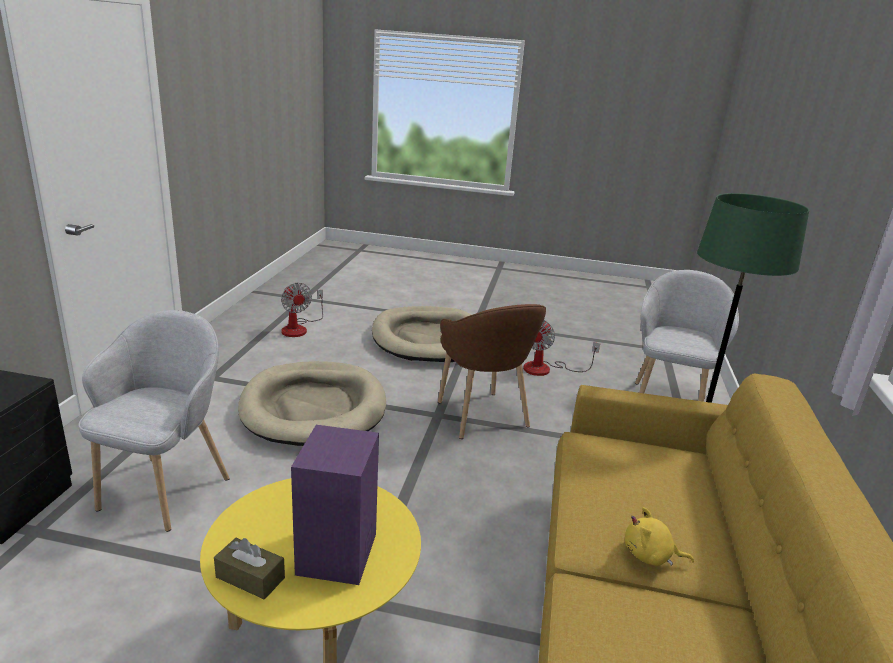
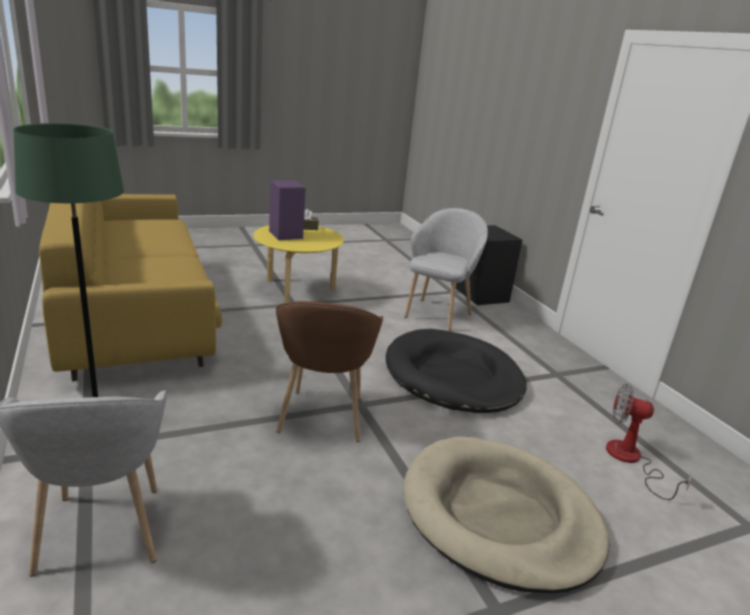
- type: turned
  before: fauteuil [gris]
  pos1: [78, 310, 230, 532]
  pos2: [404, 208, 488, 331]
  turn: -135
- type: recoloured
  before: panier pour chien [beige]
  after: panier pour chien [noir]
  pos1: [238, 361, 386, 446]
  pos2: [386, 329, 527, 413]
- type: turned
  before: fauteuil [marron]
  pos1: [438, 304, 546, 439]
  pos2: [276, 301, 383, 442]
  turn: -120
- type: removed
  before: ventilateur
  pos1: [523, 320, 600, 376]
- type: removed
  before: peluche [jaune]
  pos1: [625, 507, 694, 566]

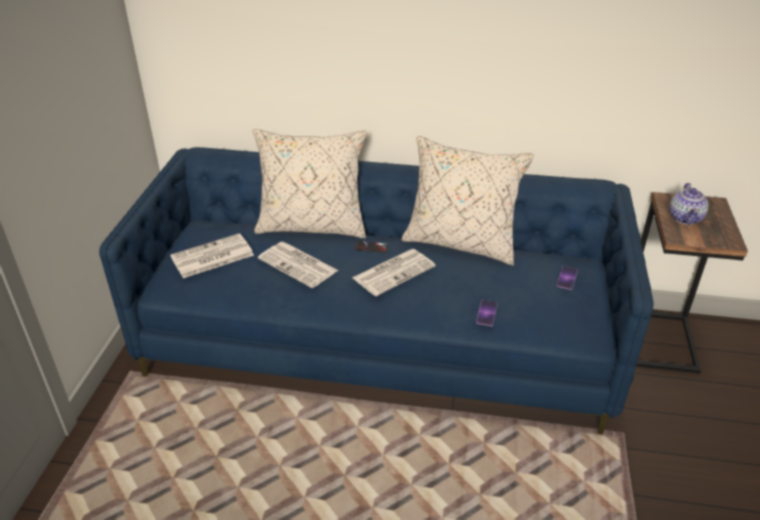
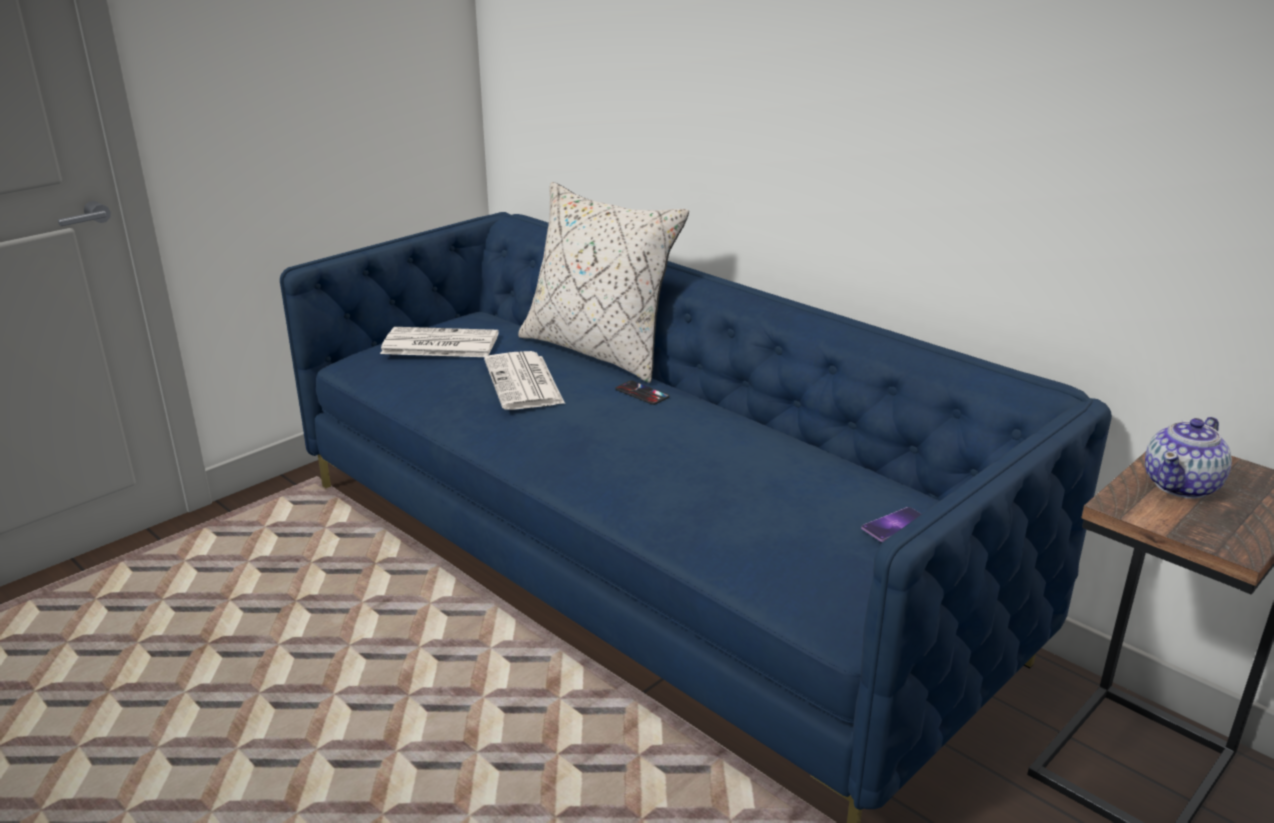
- type: removed
  before: journal
  pos1: [352, 249, 435, 296]
- type: removed
  before: coussin [beige]
  pos1: [402, 136, 534, 266]
- type: removed
  before: téléphone
  pos1: [476, 300, 498, 326]

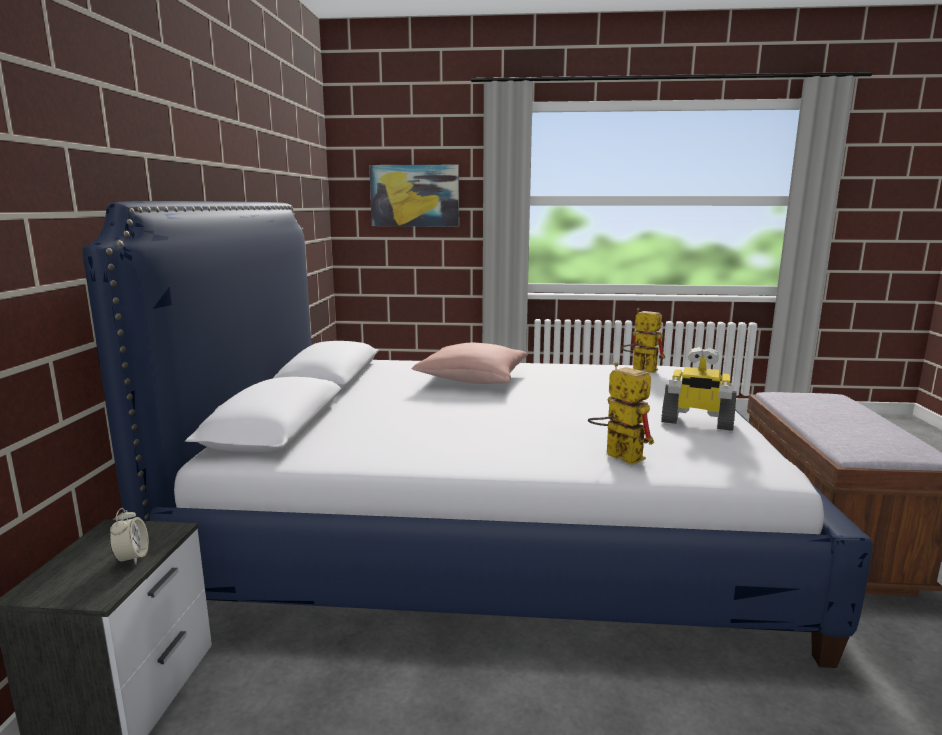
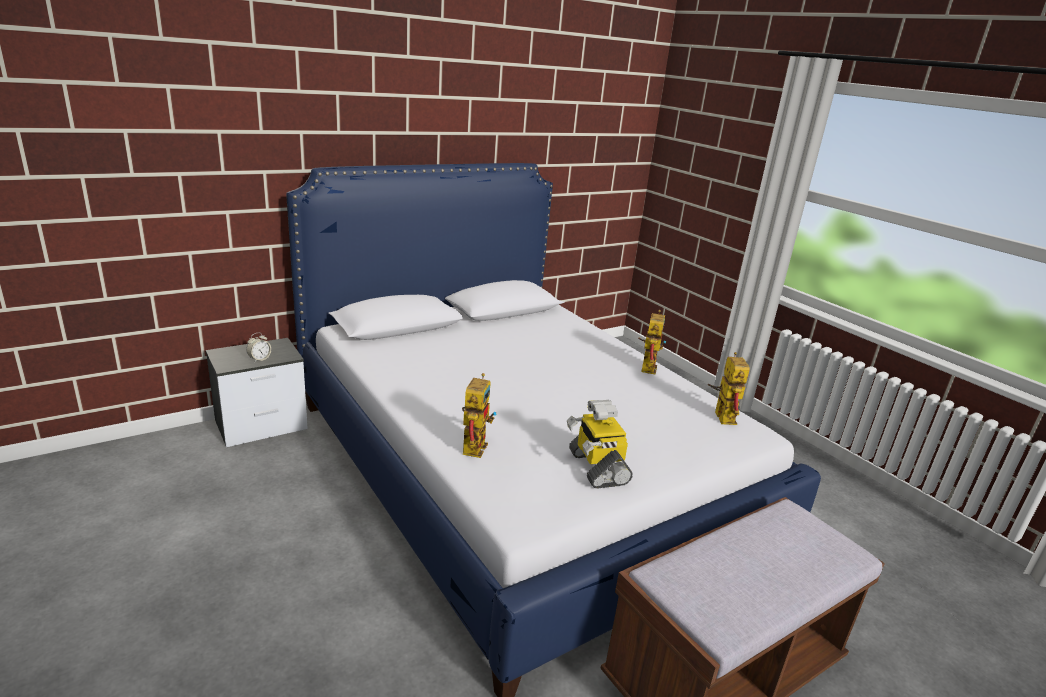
- type: removed
  before: tableau
  pos1: [369, 165, 459, 227]
- type: removed
  before: coussin [rose]
  pos1: [412, 343, 527, 384]
- type: added
  after: robot jouet
  pos2: [638, 310, 666, 375]

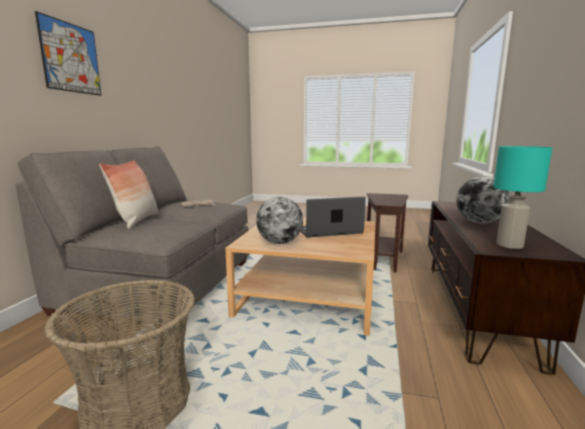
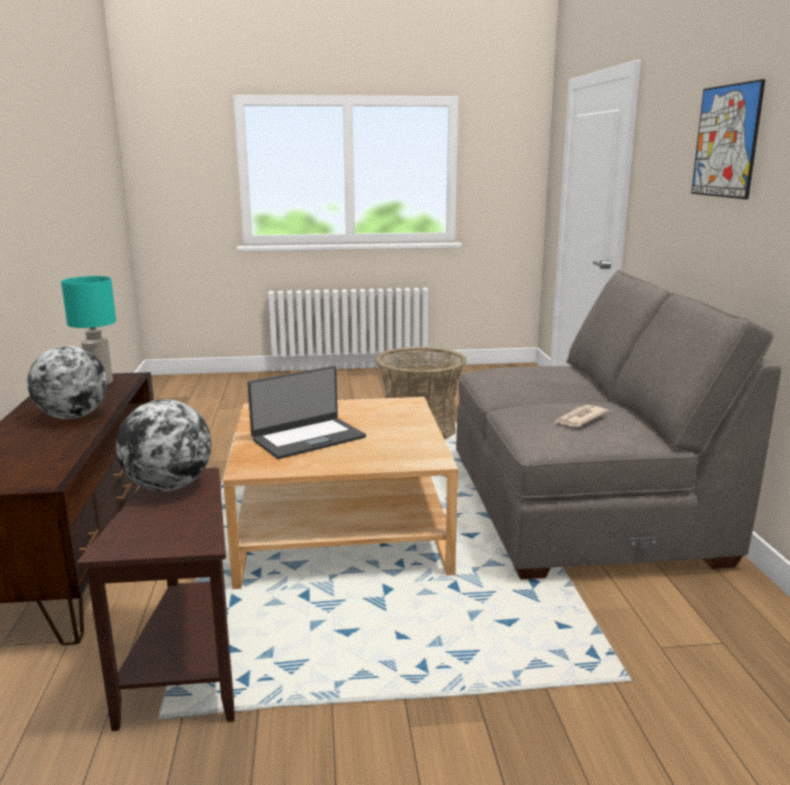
- type: removed
  before: coussin
  pos1: [99, 160, 158, 229]
- type: moved
  before: globe
  pos1: [256, 197, 303, 244]
  pos2: [116, 399, 212, 491]

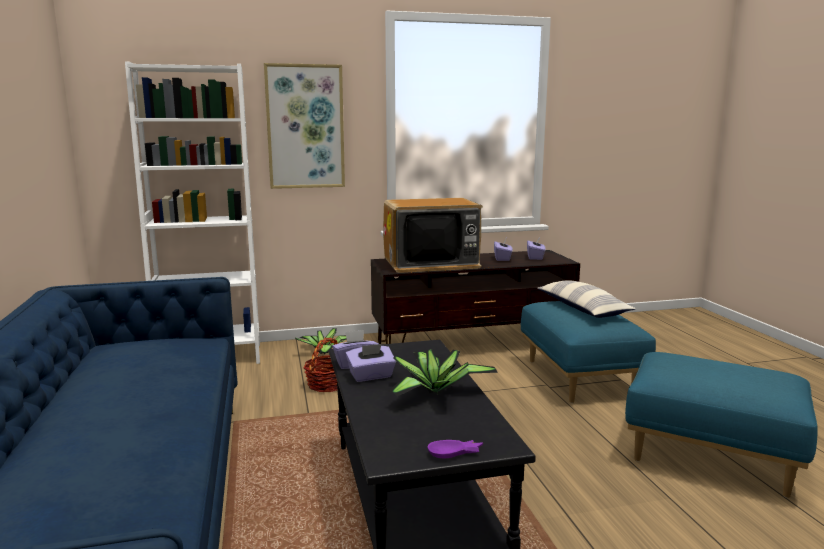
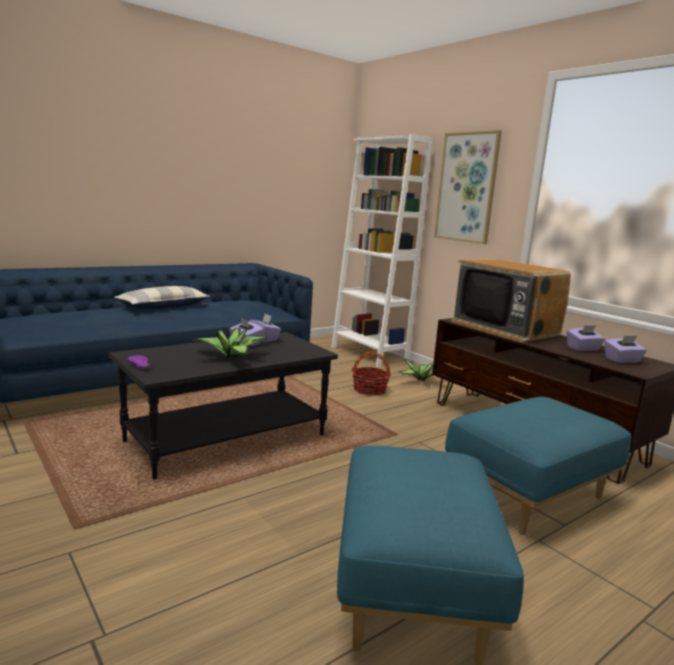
- type: moved
  before: coussin
  pos1: [537, 280, 636, 318]
  pos2: [114, 286, 211, 309]

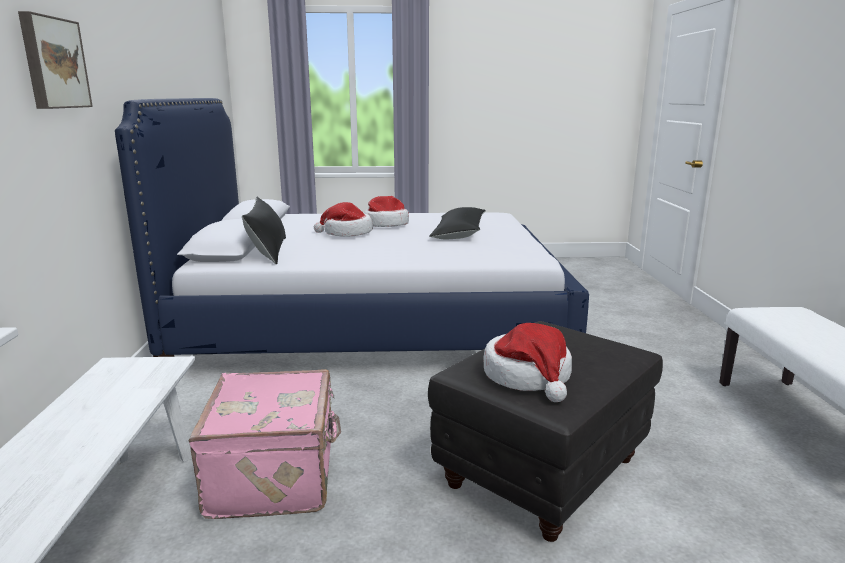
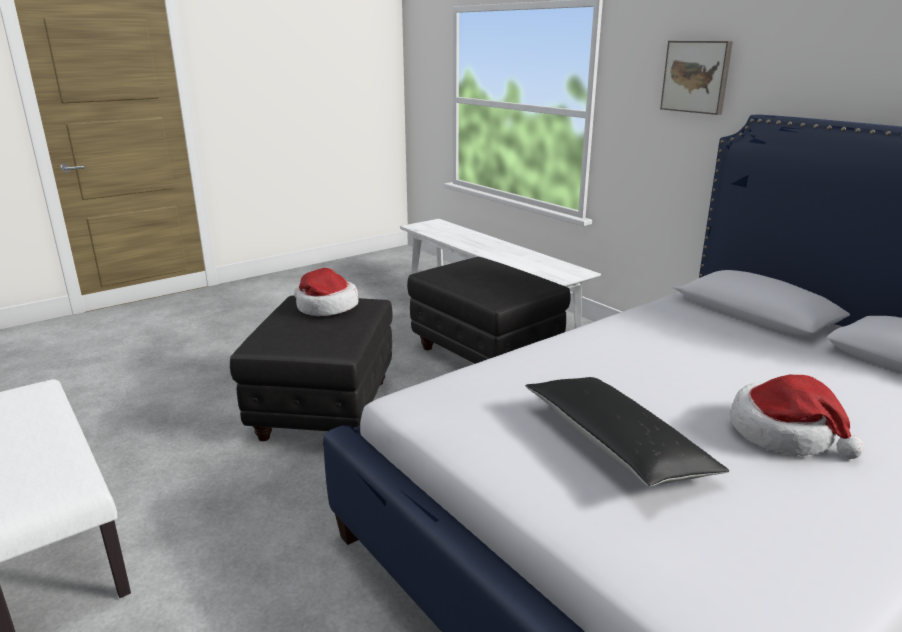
- type: replaced
  before: valise [rose]
  after: pouf [noir]
  pos1: [188, 369, 341, 519]
  pos2: [407, 257, 571, 364]
- type: removed
  before: coussin [noir]
  pos1: [242, 197, 286, 264]
- type: removed
  before: chapeau
  pos1: [314, 202, 373, 237]

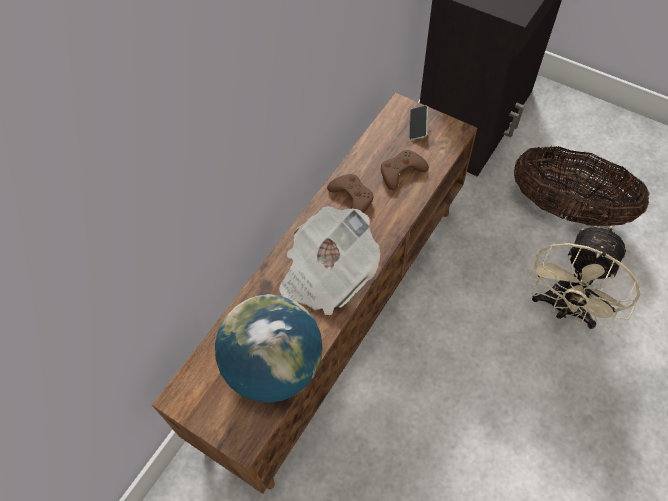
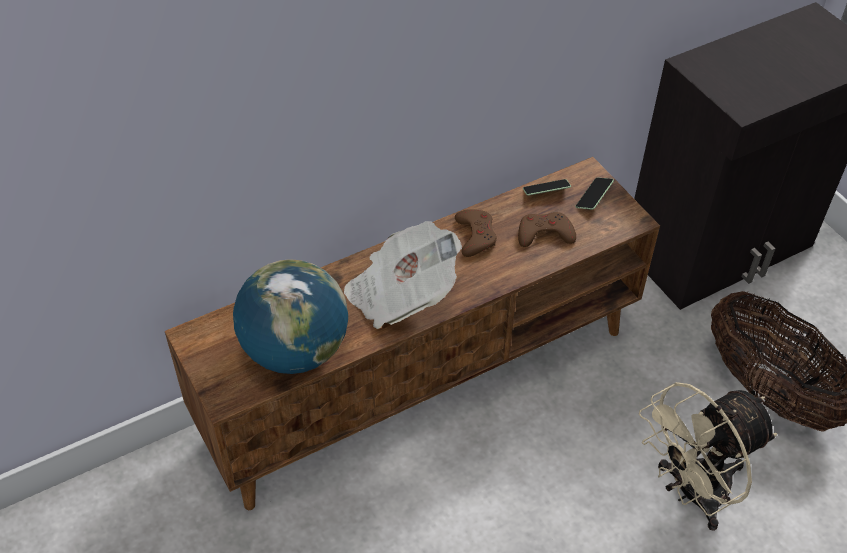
- type: added
  after: téléphone
  pos2: [523, 179, 571, 196]

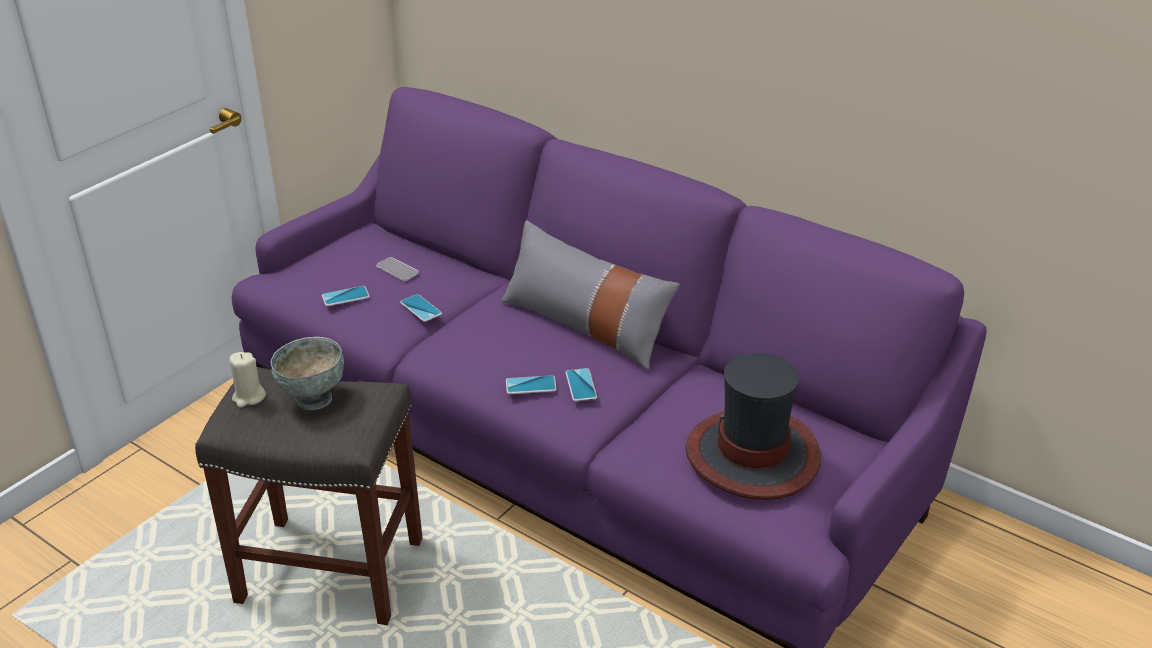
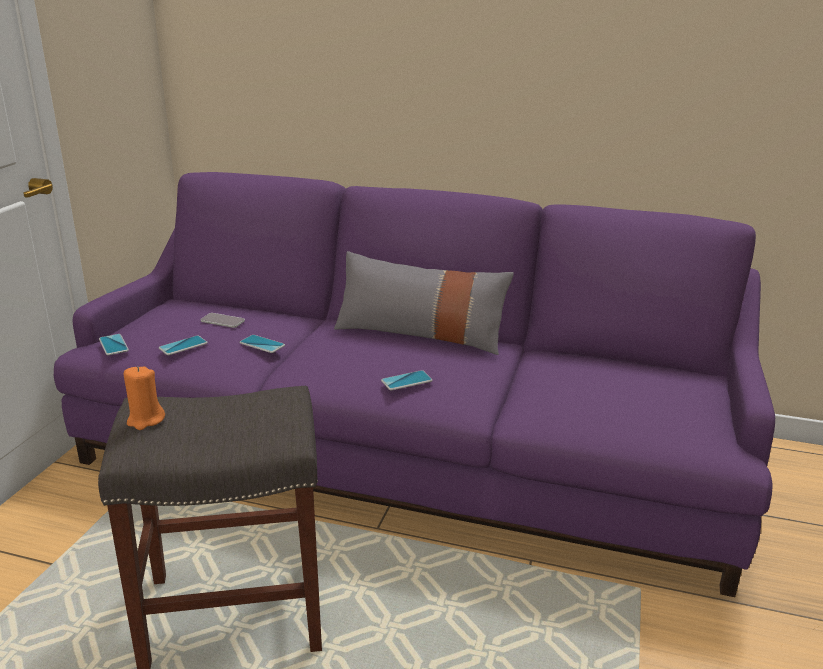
- type: recoloured
  before: bougie [beige]
  after: bougie [orange]
  pos1: [229, 352, 266, 407]
  pos2: [124, 366, 165, 430]
- type: removed
  before: bol [gris]
  pos1: [270, 337, 344, 410]
- type: moved
  before: téléphone
  pos1: [565, 368, 597, 401]
  pos2: [99, 334, 129, 355]
- type: removed
  before: chapeau
  pos1: [685, 353, 821, 500]

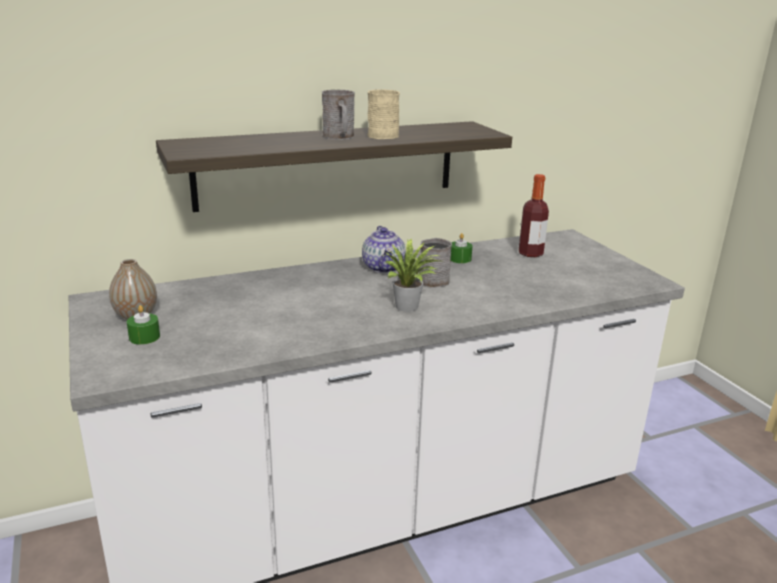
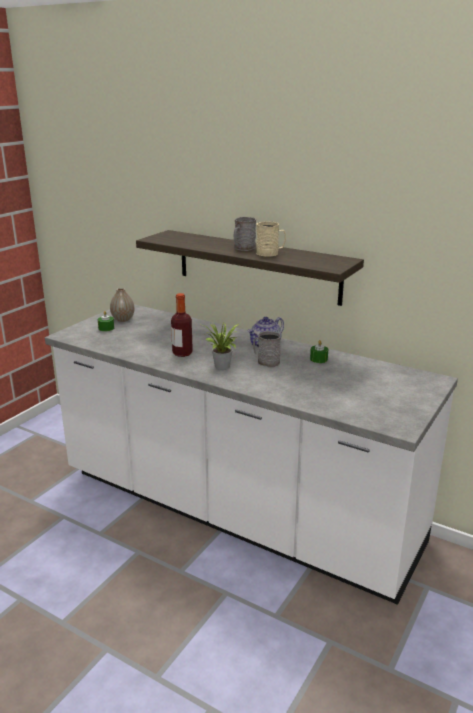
- type: moved
  before: bouteille
  pos1: [519, 174, 549, 257]
  pos2: [171, 293, 193, 357]

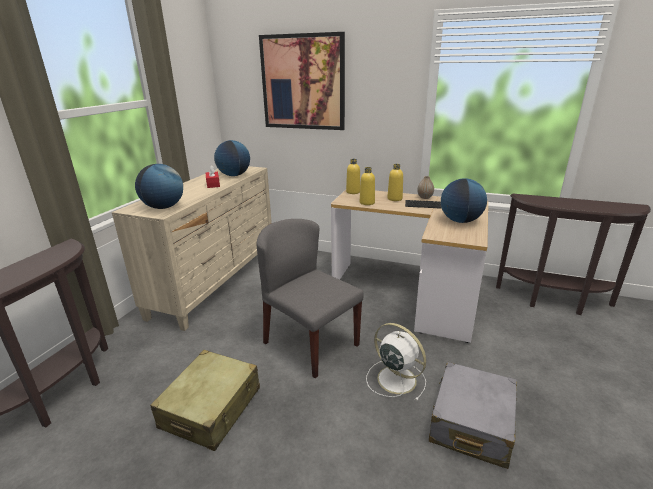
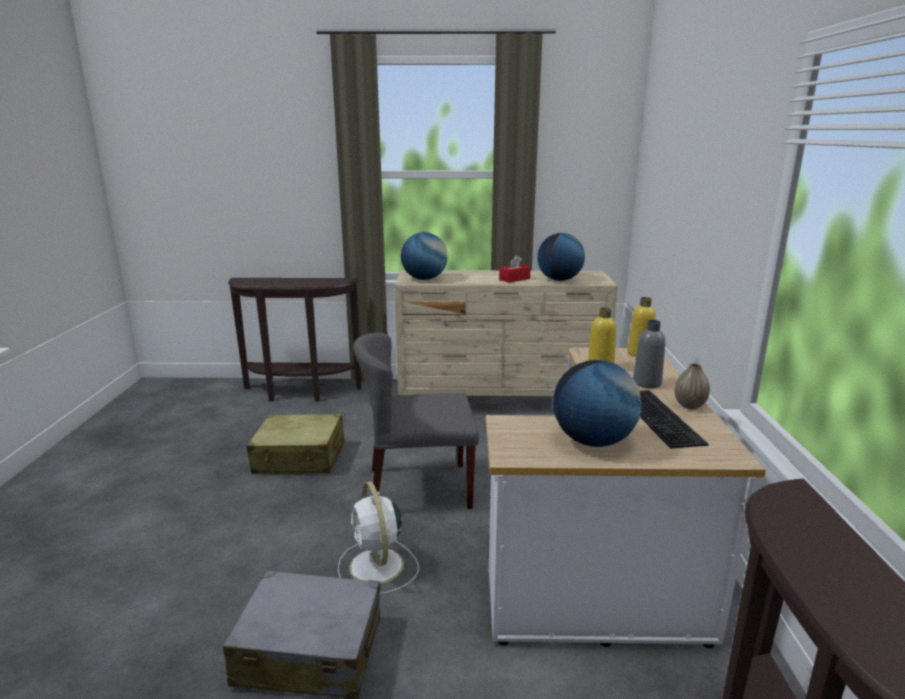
- type: turned
  before: chaise [gris]
  pos1: [257, 219, 363, 378]
  pos2: [353, 333, 479, 509]
  turn: -120
- type: removed
  before: tableau
  pos1: [259, 32, 345, 130]
- type: turned
  before: ventilateur [blanc]
  pos1: [366, 323, 426, 401]
  pos2: [338, 481, 419, 594]
  turn: 135
- type: recoloured
  before: bouteille [jaune]
  after: bouteille [gris]
  pos1: [387, 164, 403, 201]
  pos2: [633, 320, 665, 388]

